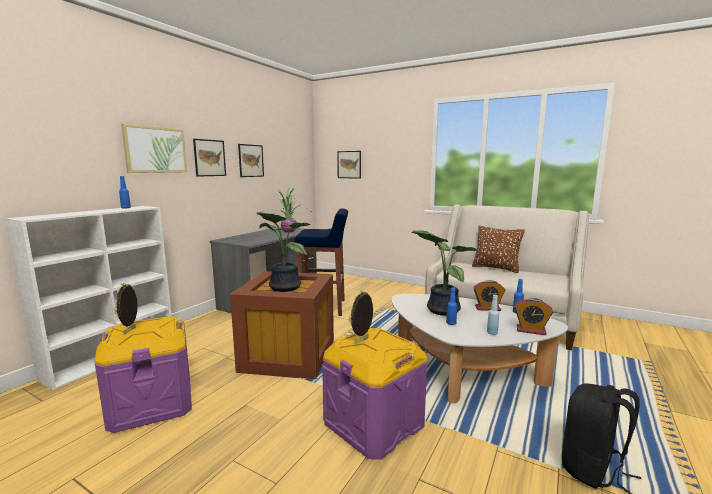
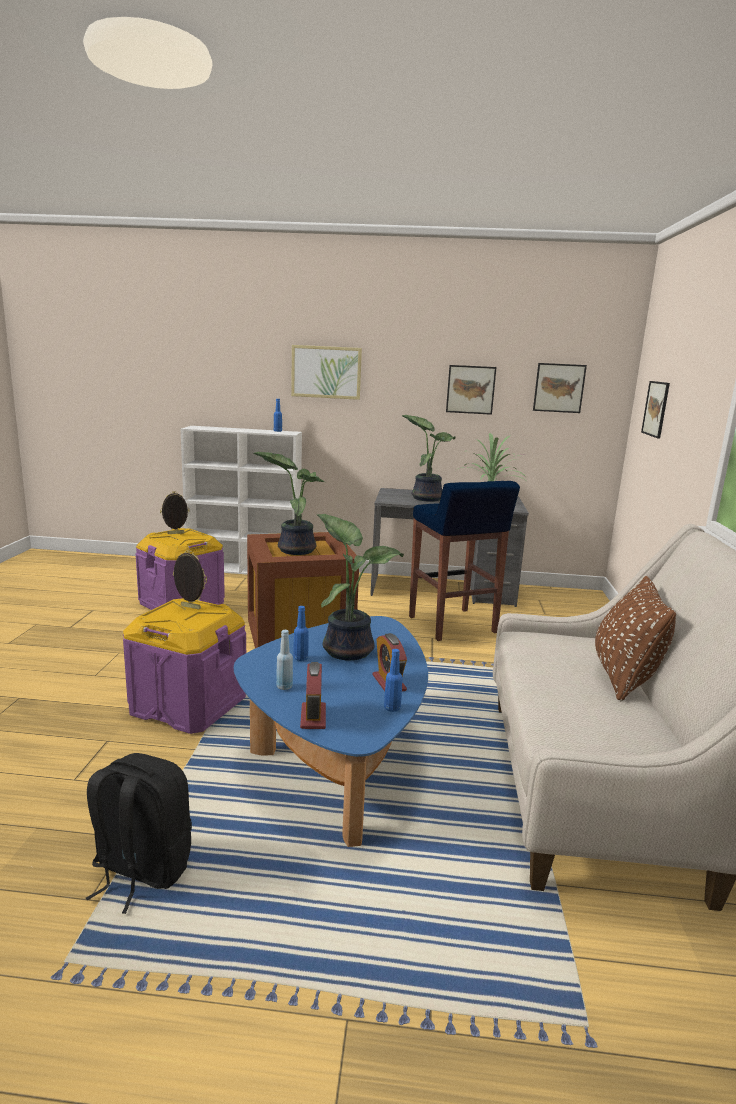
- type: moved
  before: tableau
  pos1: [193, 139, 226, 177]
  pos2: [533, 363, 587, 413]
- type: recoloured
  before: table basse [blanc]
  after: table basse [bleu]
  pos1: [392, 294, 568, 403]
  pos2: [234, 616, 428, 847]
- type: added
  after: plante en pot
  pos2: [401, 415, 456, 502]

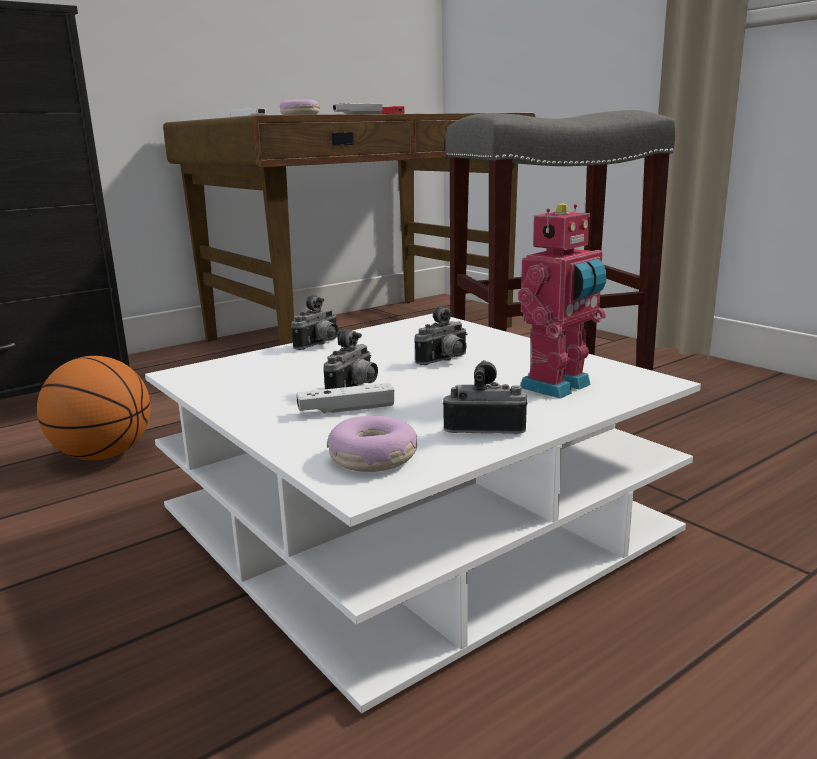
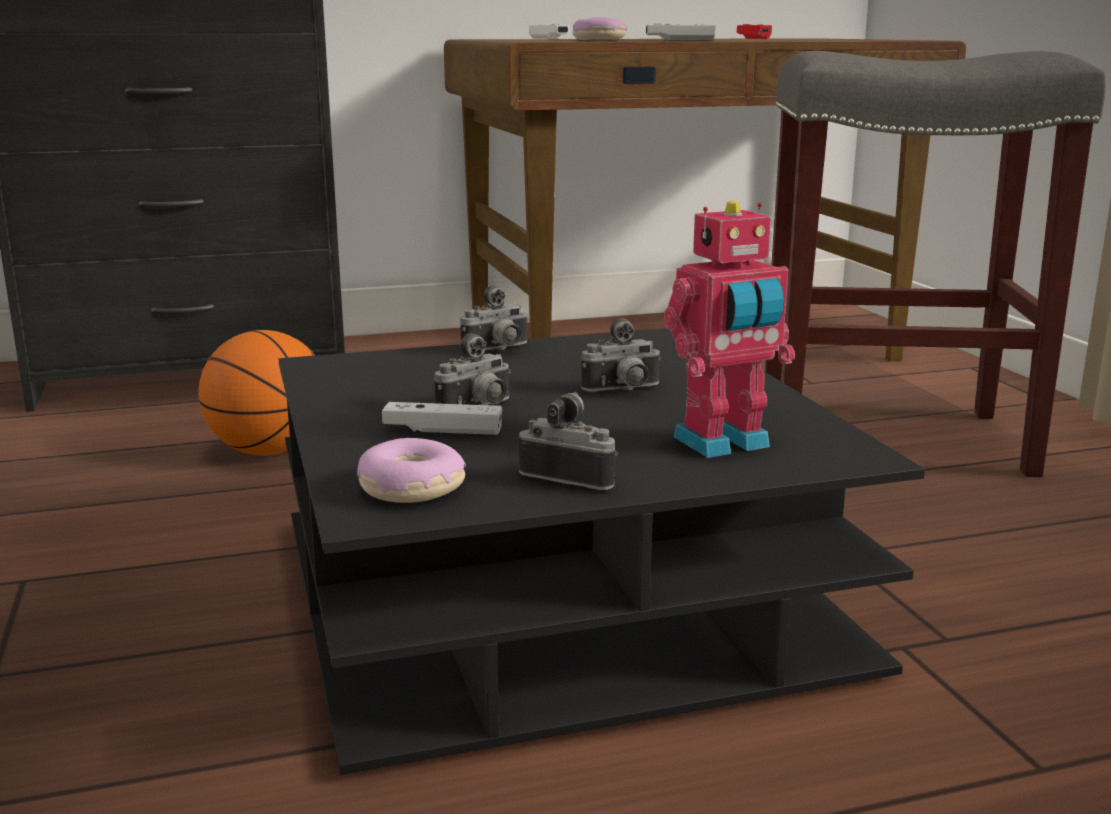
- type: recoloured
  before: table basse [blanc]
  after: table basse [noir]
  pos1: [145, 314, 701, 714]
  pos2: [279, 328, 925, 775]

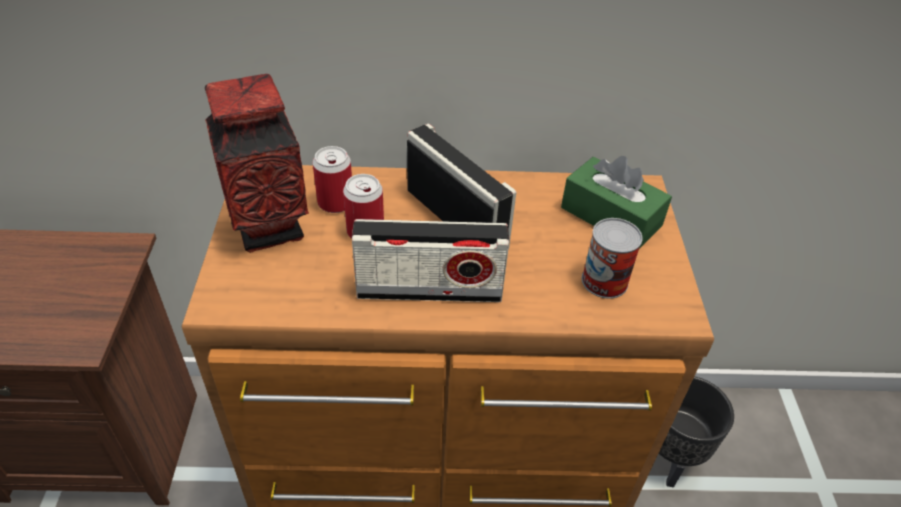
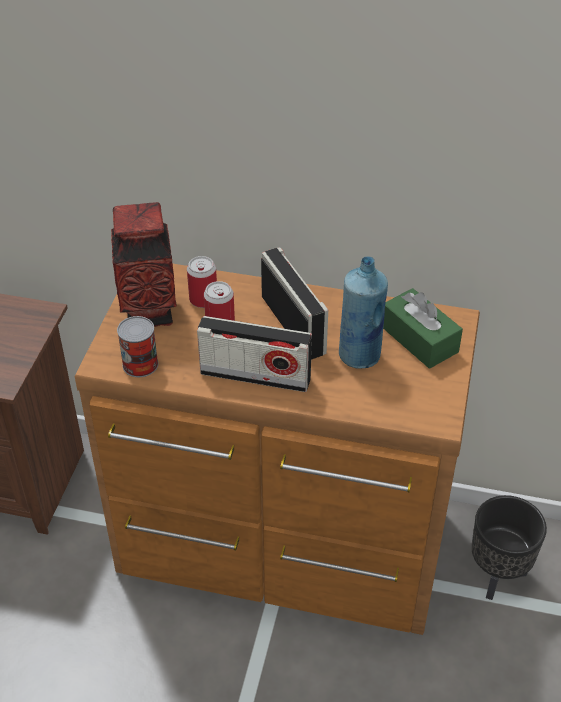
- type: moved
  before: boîte métallique
  pos1: [582, 218, 643, 299]
  pos2: [117, 316, 158, 377]
- type: added
  after: bouteille [bleu]
  pos2: [339, 256, 388, 369]

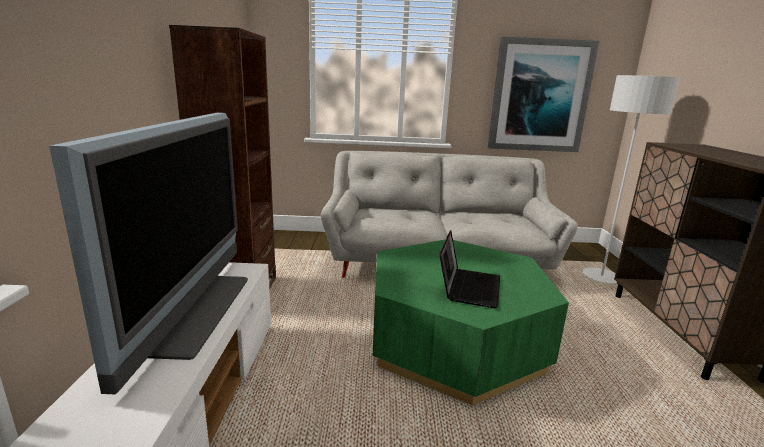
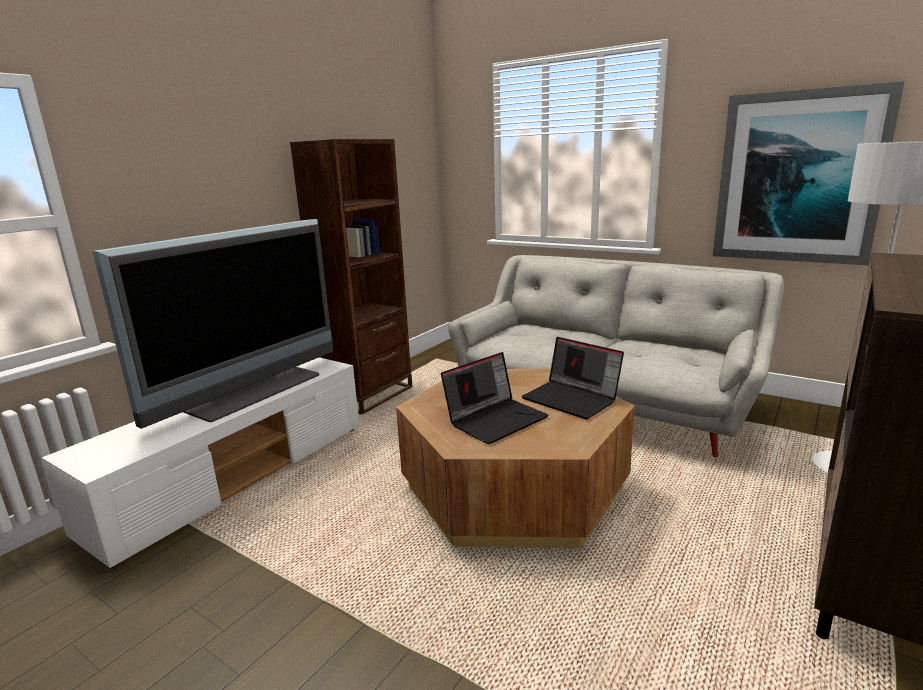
- type: recoloured
  before: table basse [vert]
  after: table basse [marron]
  pos1: [373, 239, 569, 405]
  pos2: [396, 369, 635, 548]
- type: added
  after: ordinateur portable
  pos2: [521, 337, 624, 419]

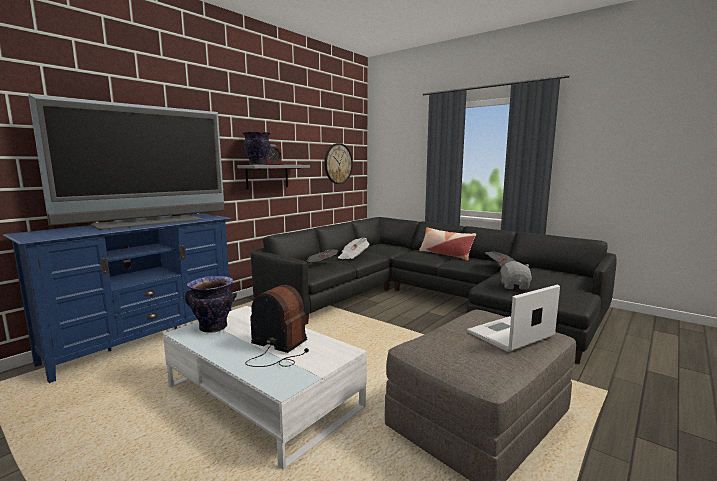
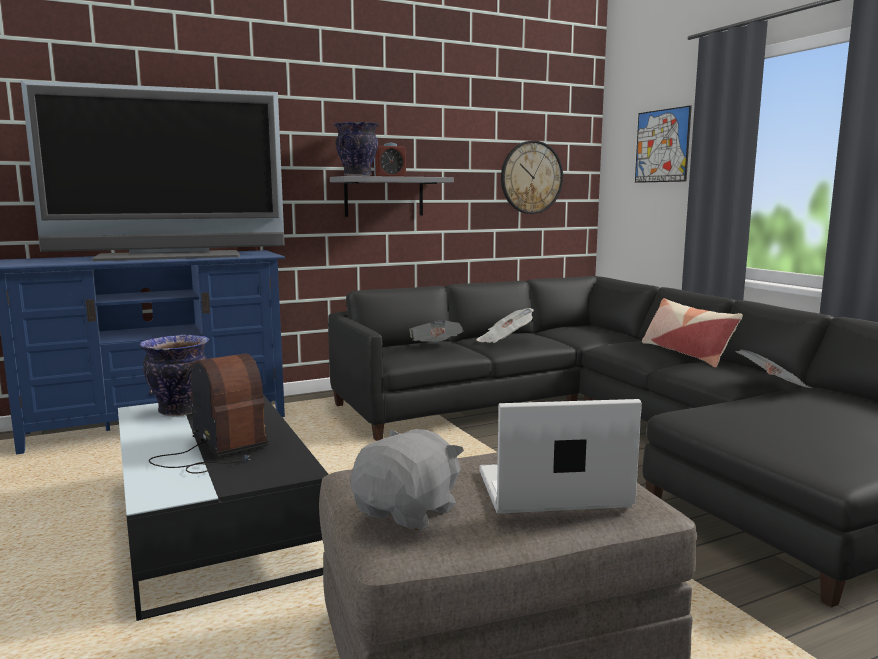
- type: recoloured
  before: table basse [blanc]
  after: table basse [noir]
  pos1: [163, 306, 367, 470]
  pos2: [118, 394, 329, 621]
- type: moved
  before: peluche [gris]
  pos1: [499, 261, 532, 290]
  pos2: [350, 429, 464, 531]
- type: added
  after: tableau
  pos2: [635, 105, 692, 183]

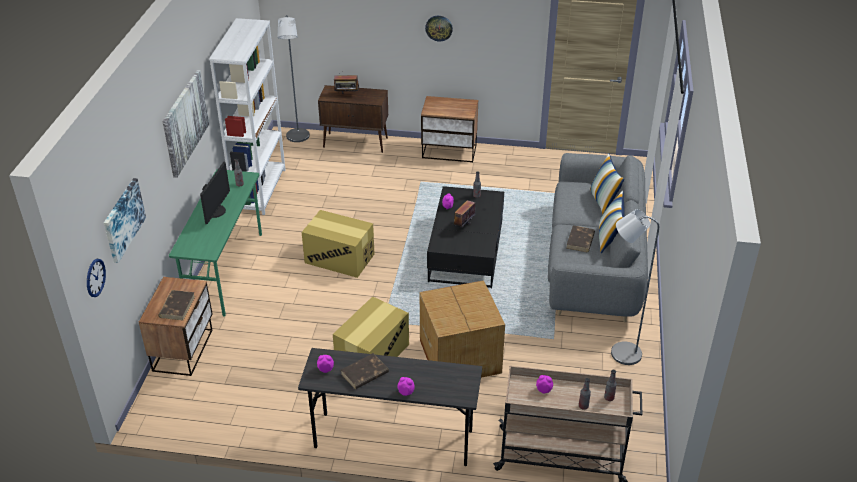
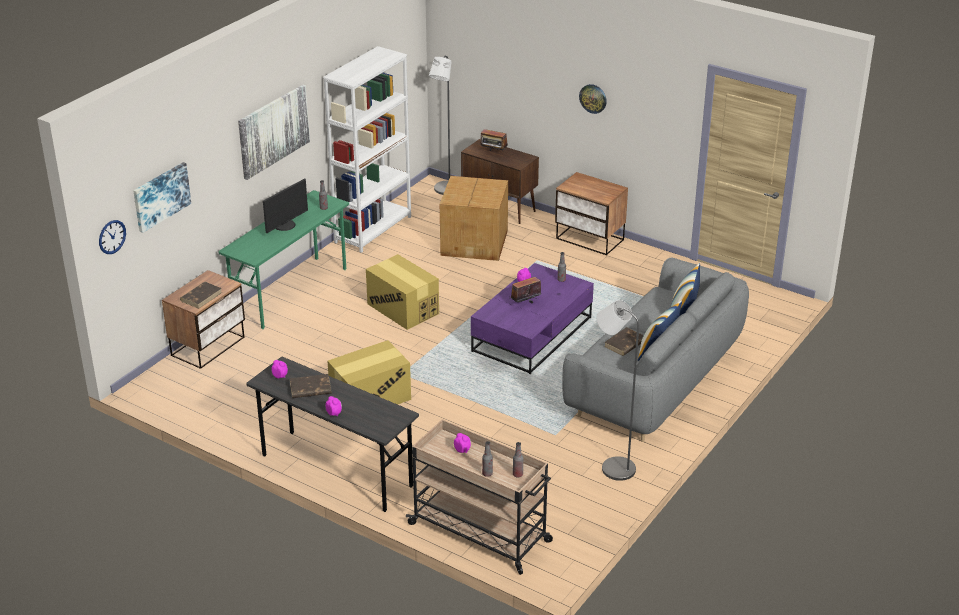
- type: moved
  before: carton
  pos1: [420, 280, 505, 378]
  pos2: [440, 176, 508, 261]
- type: recoloured
  before: table basse [noir]
  after: table basse [violet]
  pos1: [427, 186, 504, 288]
  pos2: [471, 263, 594, 374]

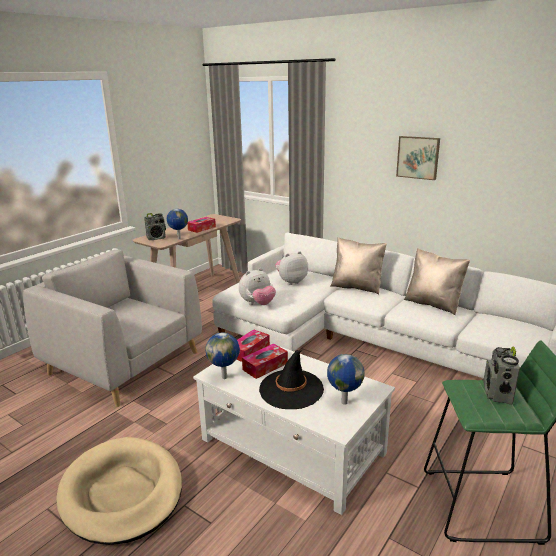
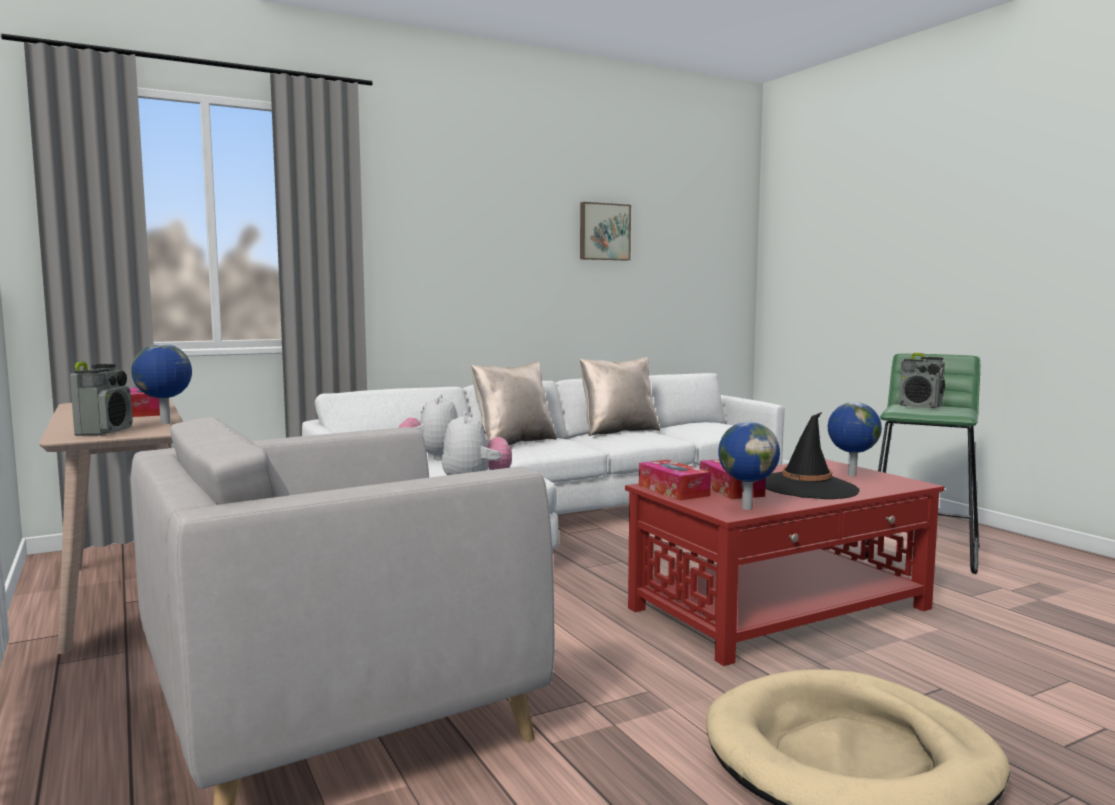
- type: recoloured
  before: table basse [blanc]
  after: table basse [rouge]
  pos1: [193, 343, 395, 515]
  pos2: [625, 459, 944, 666]
- type: moved
  before: tableau
  pos1: [396, 136, 440, 180]
  pos2: [580, 202, 631, 261]

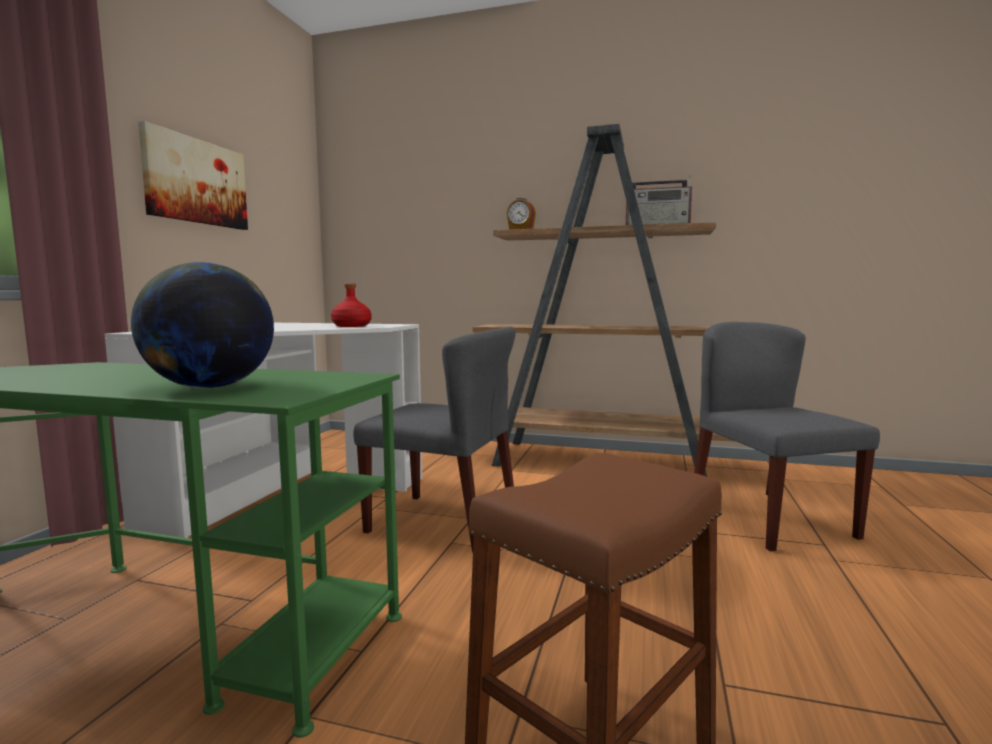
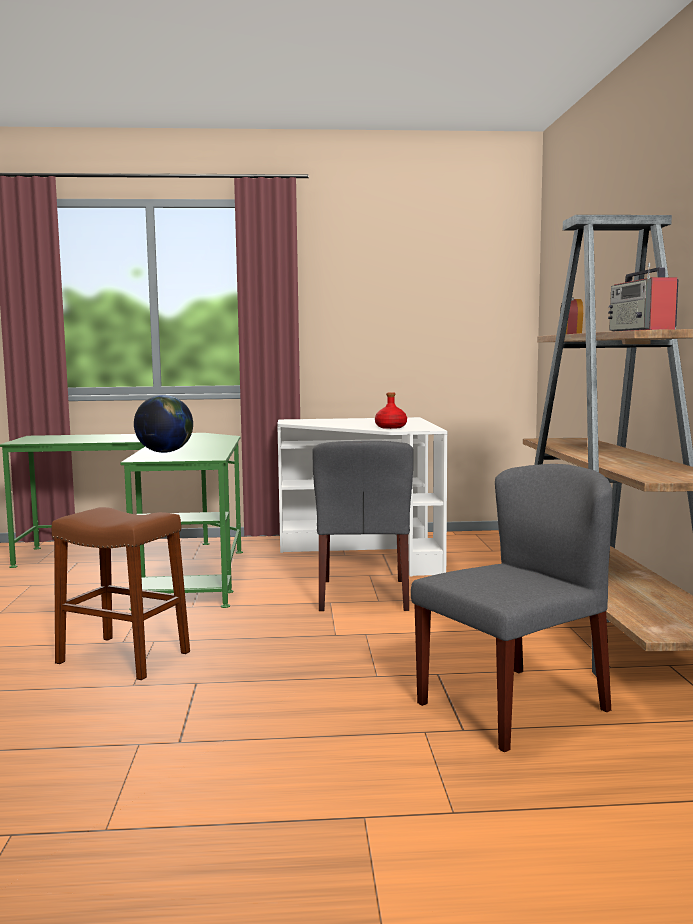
- type: removed
  before: tableau
  pos1: [138, 121, 248, 230]

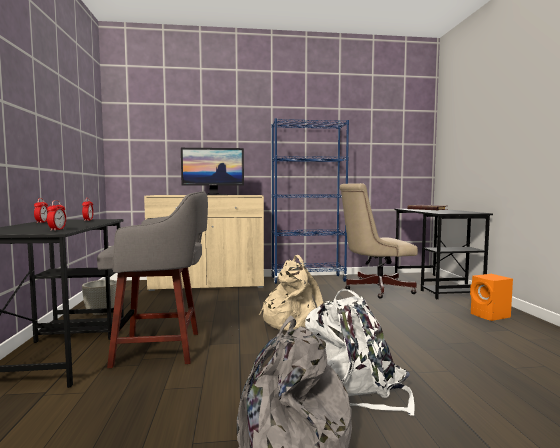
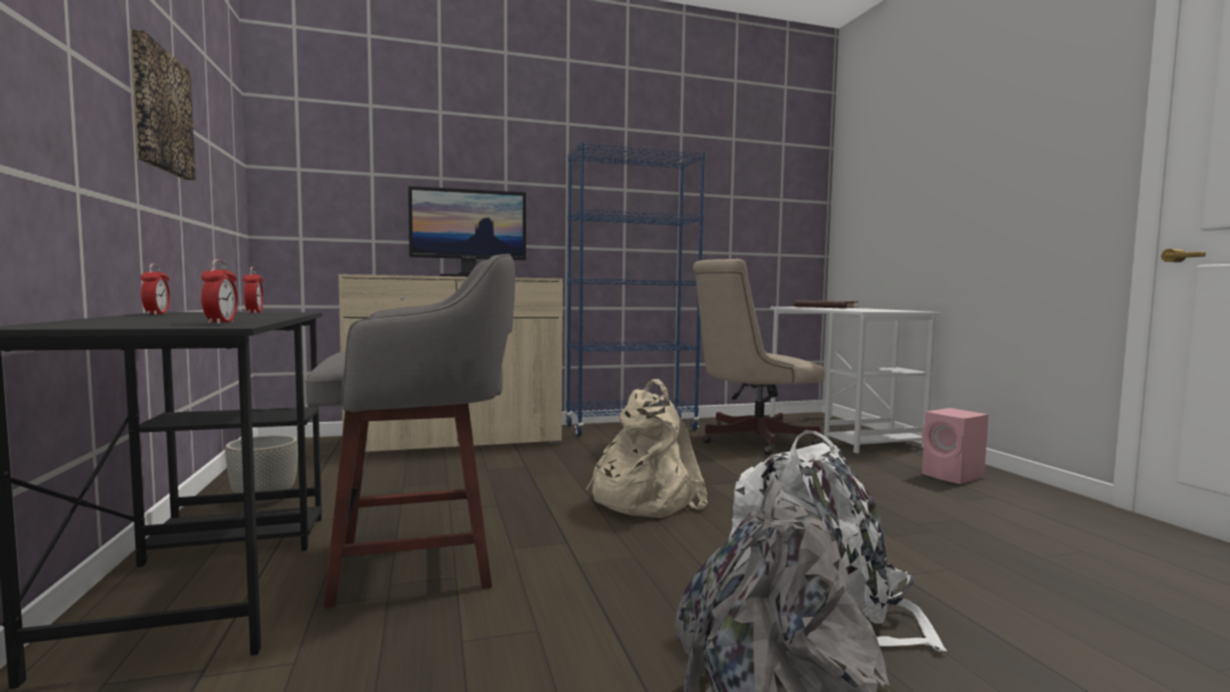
- type: recoloured
  before: bureau [noir]
  after: bureau [blanc]
  pos1: [394, 209, 493, 299]
  pos2: [770, 307, 941, 454]
- type: recoloured
  before: enceinte [orange]
  after: enceinte [rose]
  pos1: [470, 274, 513, 321]
  pos2: [922, 408, 989, 484]
- type: added
  after: tableau
  pos2: [130, 29, 196, 180]

